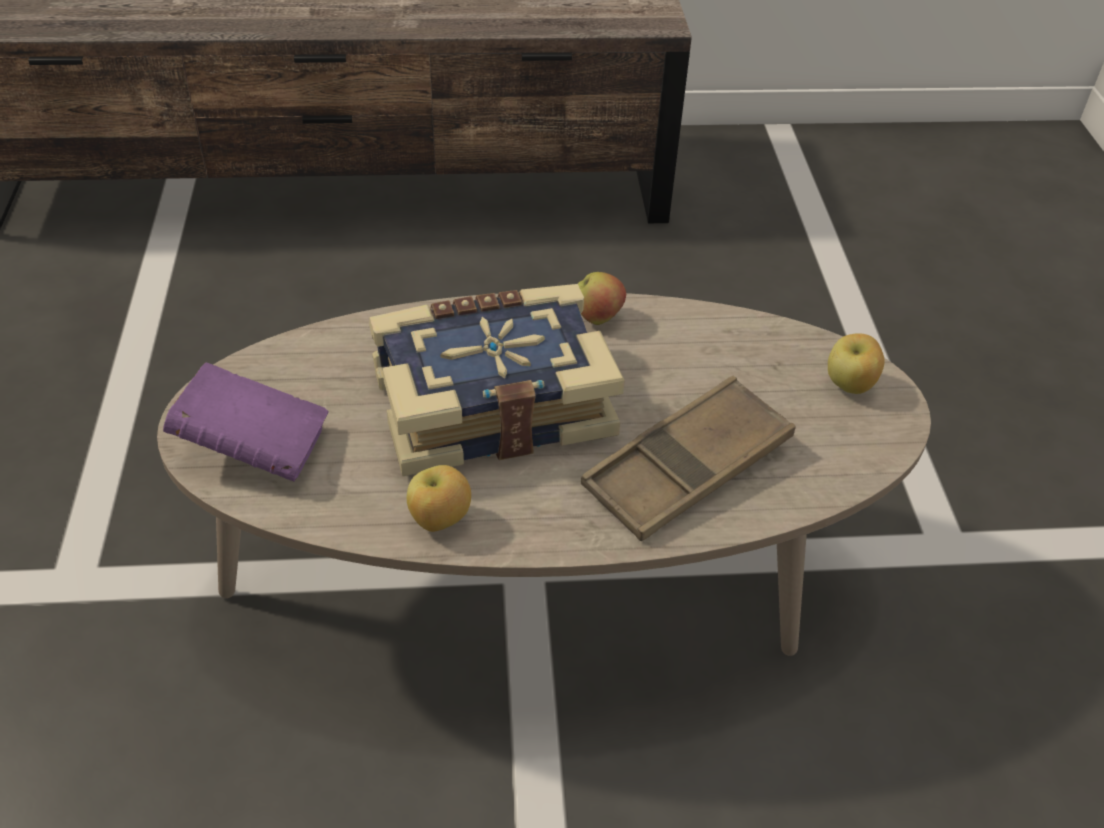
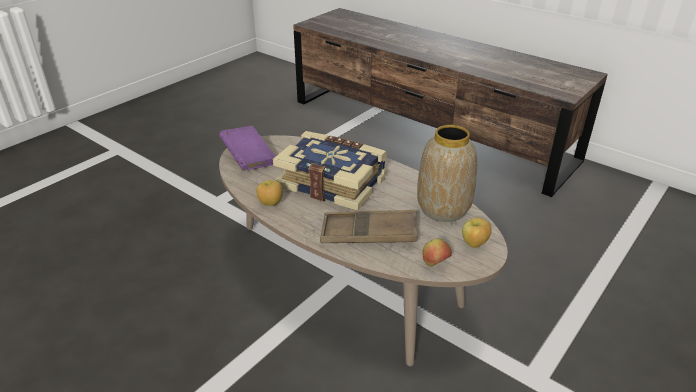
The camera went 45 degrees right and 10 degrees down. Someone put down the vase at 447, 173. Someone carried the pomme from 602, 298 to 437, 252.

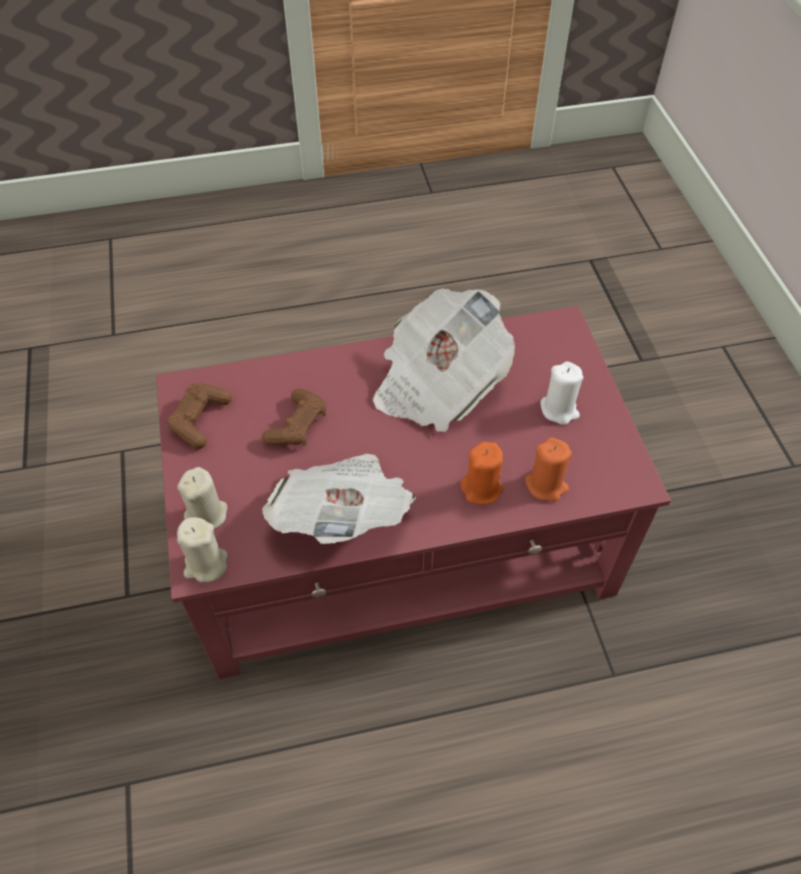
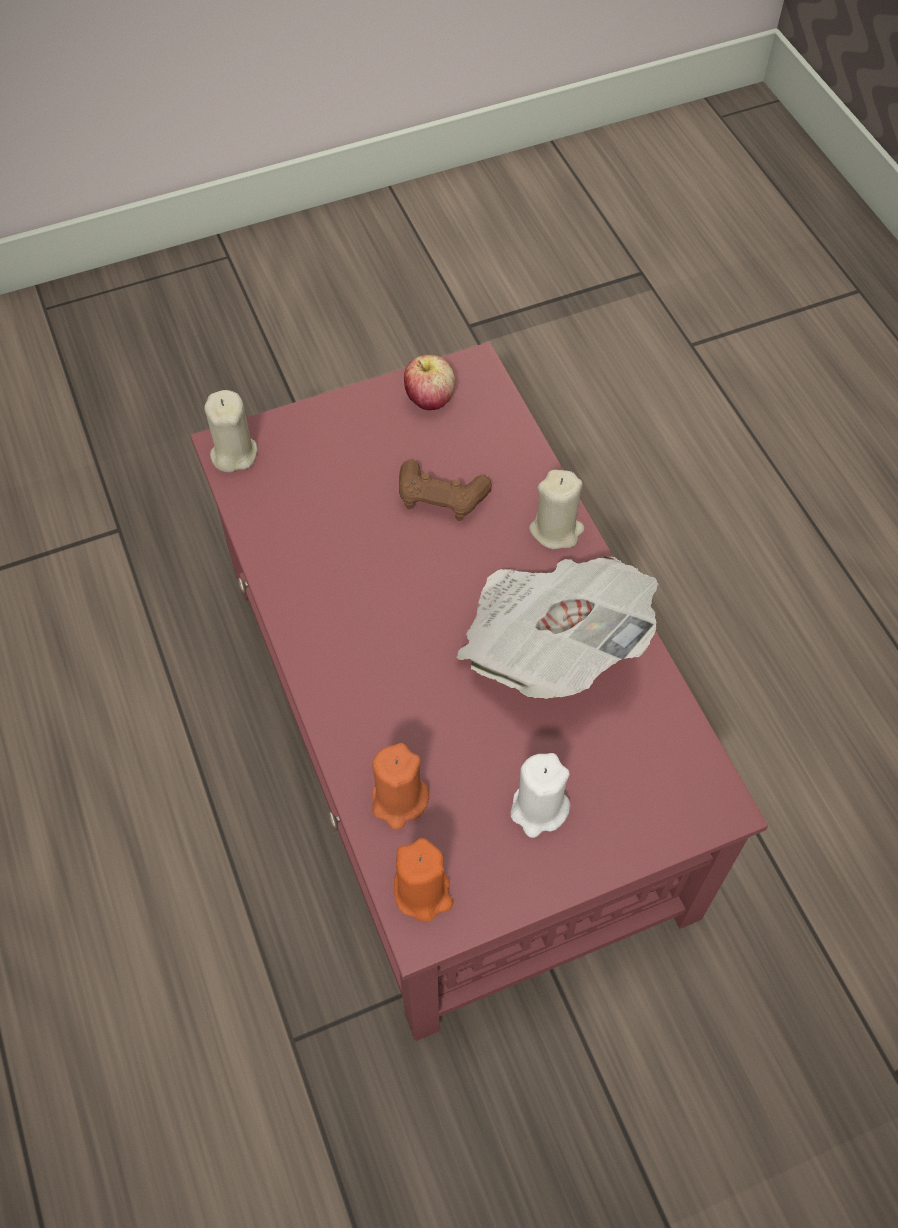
The camera went 80 degrees right and 5 degrees up. Someone carried the bougie (orange) from 482, 473 to 423, 880. Someone swapped the manette (marron) at 199, 416 for the pomme at 429, 382. Someone carried the bougie (beige) from 202, 498 to 557, 509. Someone took away the journal at 339, 499.

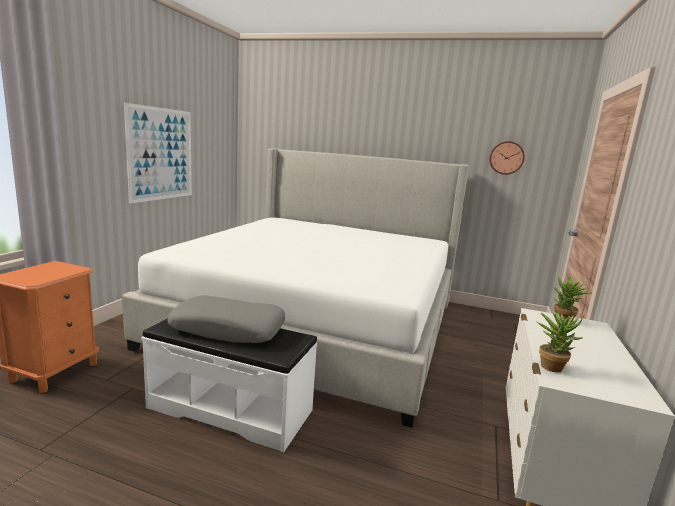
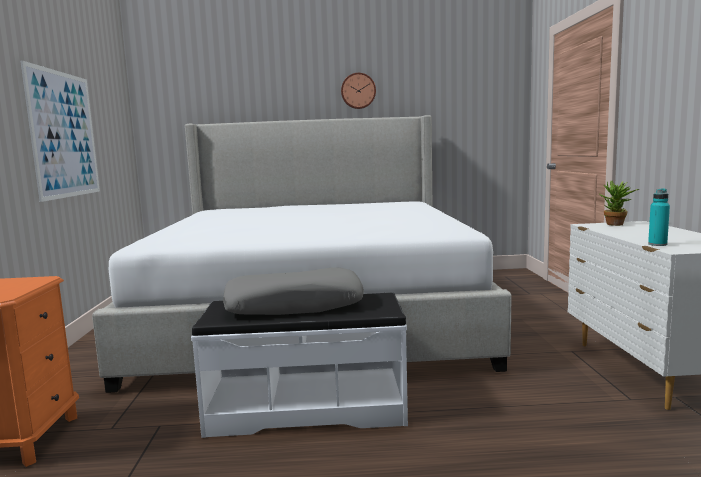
The camera went 20 degrees left and 5 degrees down. Someone carried the horloge murale from 507, 158 to 358, 91. Someone swapped the plante en pot at 560, 342 for the bouteille (turquoise) at 659, 217.

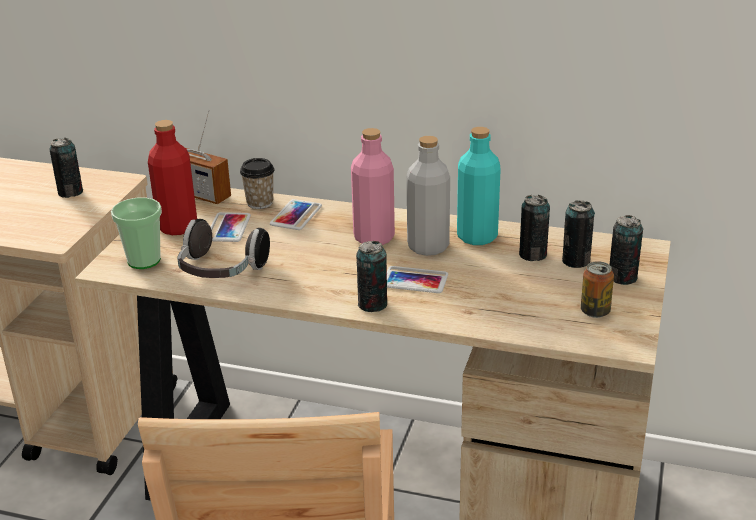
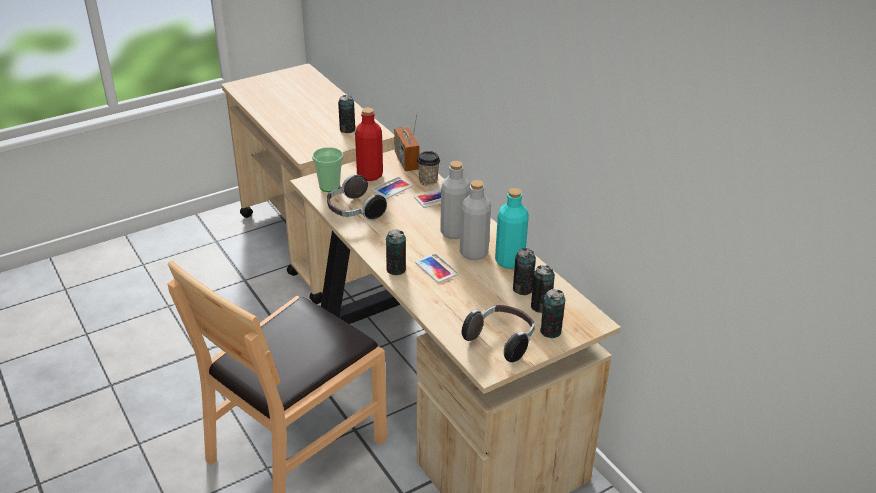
The camera went 40 degrees right and 5 degrees up. Someone repainted the bouteille (rose) at 373, 186, which became the bouteille (gris) at 455, 200. Someone swapped the boîte métallique at 597, 289 for the casque audio at 498, 333.

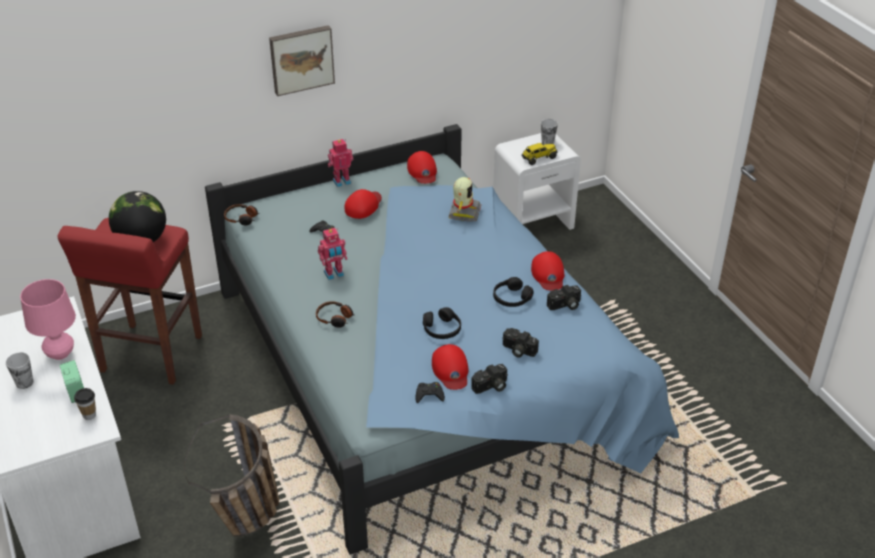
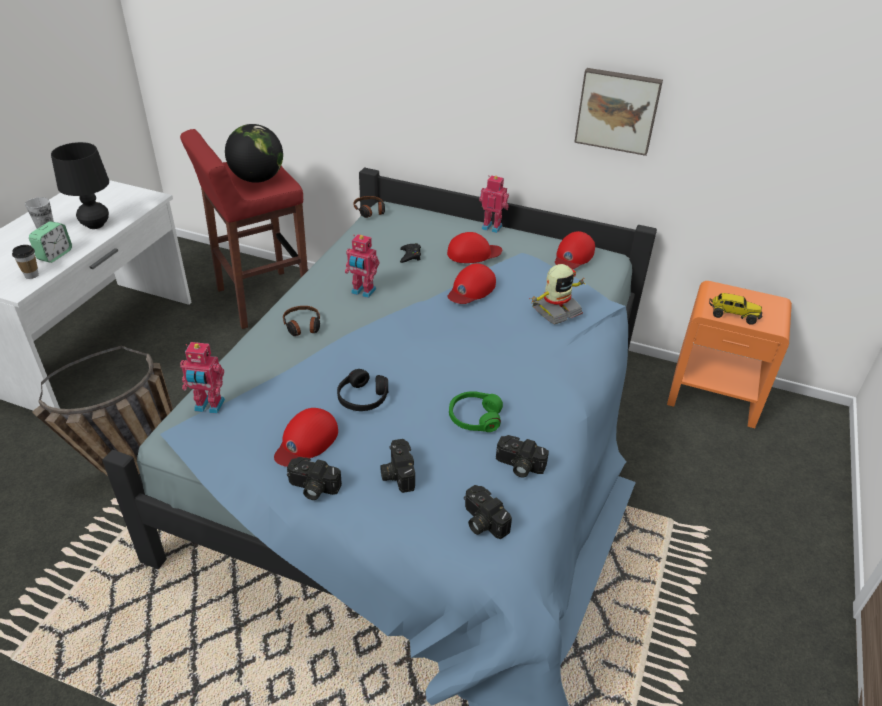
The camera went 45 degrees right and 0 degrees up. Someone repainted the lampe de table (rose) at 48, 319, which became the lampe de table (noir) at 80, 185. Someone put down the robot jouet at 202, 378. Someone carried the casquette (rouge) from 547, 271 to 472, 283. Someone repainted the casque audio (noir) at 513, 292, which became the casque audio (vert) at 476, 412. Someone put down the appareil photo at 488, 512. Someone carried the tableau from 302, 60 to 618, 112. Someone repainted the table de chevet (blanc) at 537, 181, which became the table de chevet (orange) at 729, 354. Someone took away the manette (noir) at 430, 392. Someone took away the tasse at 549, 132.

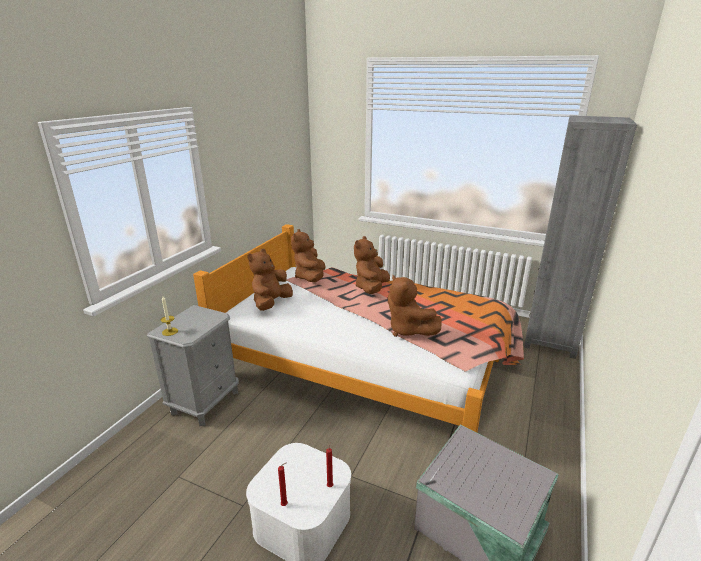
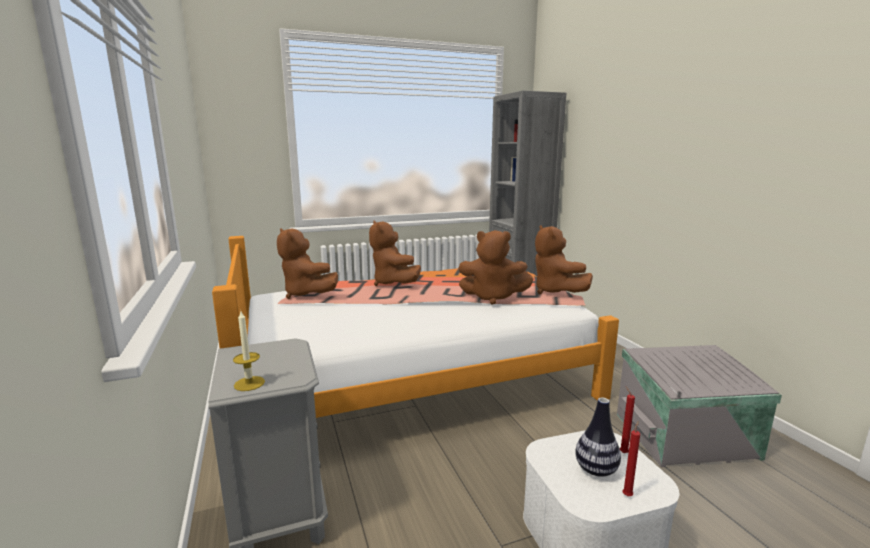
The camera went 45 degrees left and 10 degrees down. Someone carried the peluche (marron) from 270, 280 to 564, 259. Someone put down the vase at 598, 437.

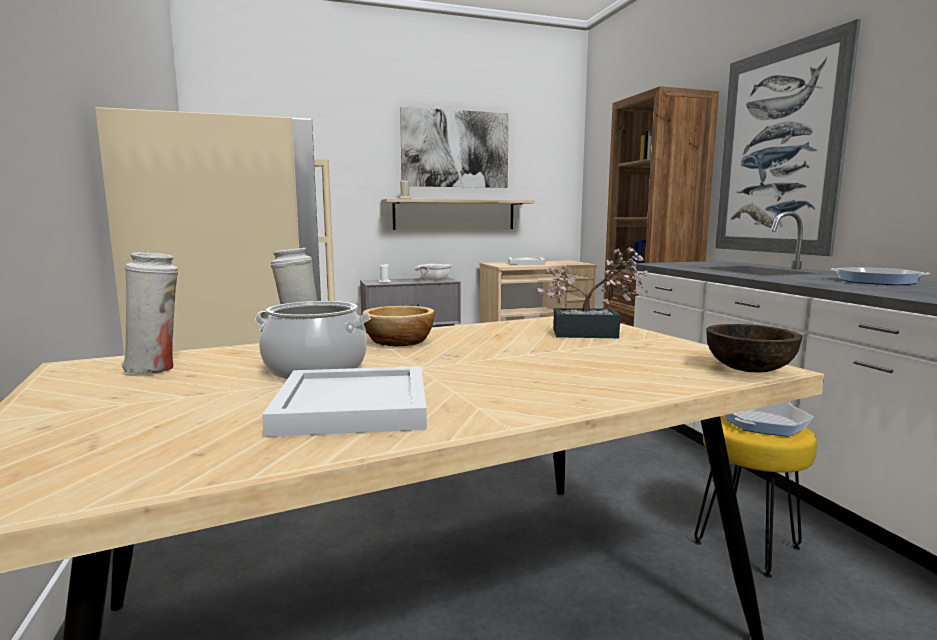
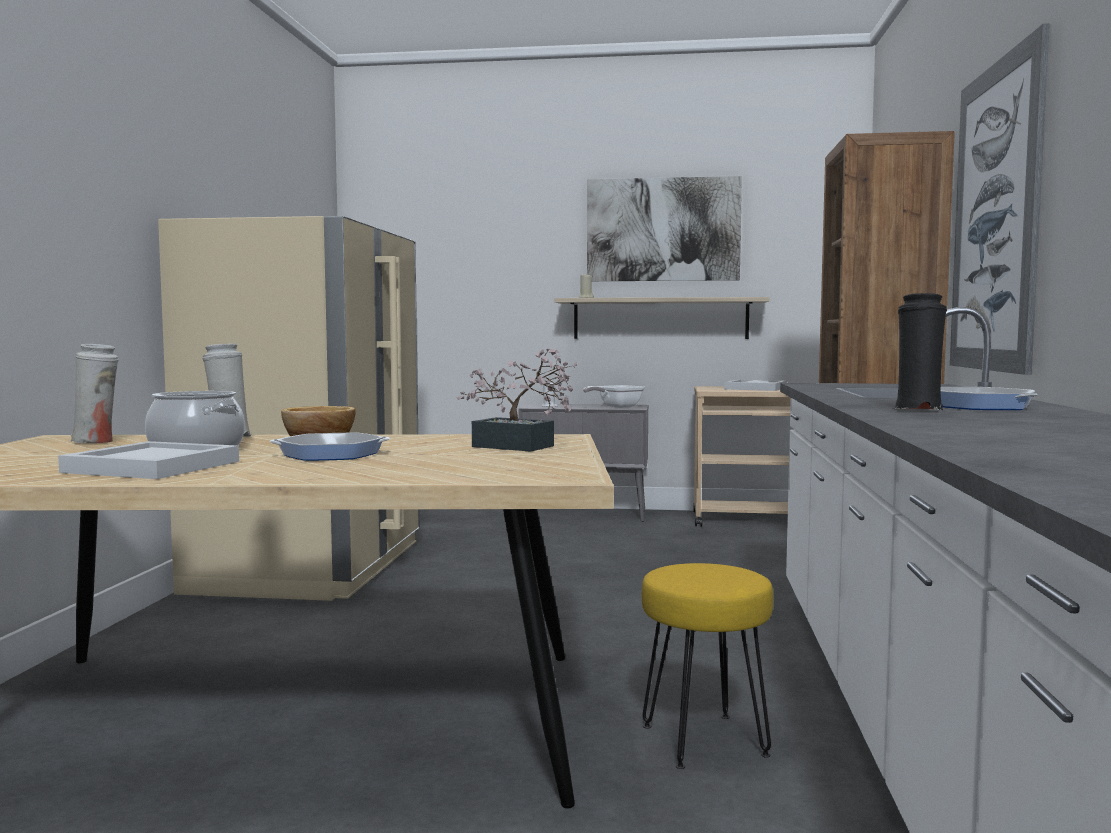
The camera went 25 degrees right and 5 degrees down. Someone carried the poêle from 768, 419 to 330, 447. Someone put down the vase (noir) at 921, 351. Someone took away the bol (marron) at 754, 348.

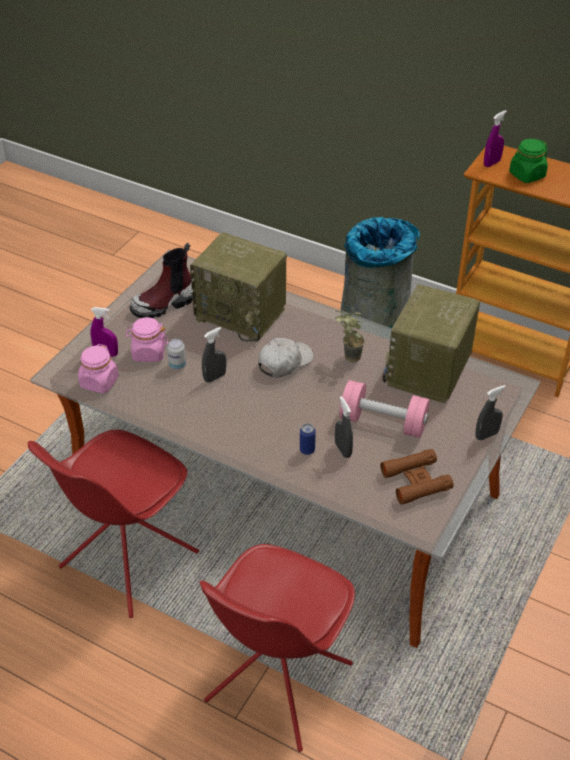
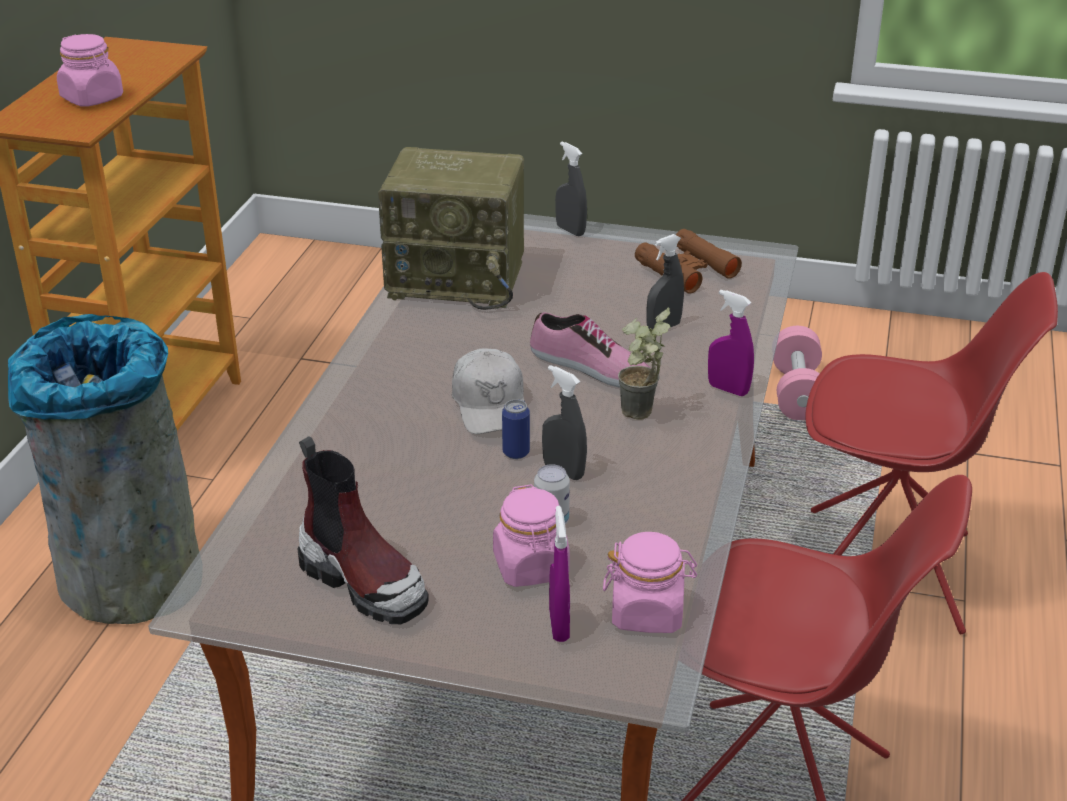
The camera went 105 degrees left and 10 degrees down. Someone repainted the bocal (vert) at 528, 161, which became the bocal (rose) at 90, 70. Someone rotated the casquette (blanc) at 286, 358 by 135 degrees counterclockwise. Someone carried the boîte métallique from 308, 439 to 516, 429. Someone put down the chaussure at 590, 350. Someone carried the plante en pot from 350, 336 to 644, 364. Someone carried the vaporisateur (violet) from 495, 138 to 731, 342. Someone carried the haltère (rose) from 384, 409 to 797, 373. Someone took away the radio at 238, 287.

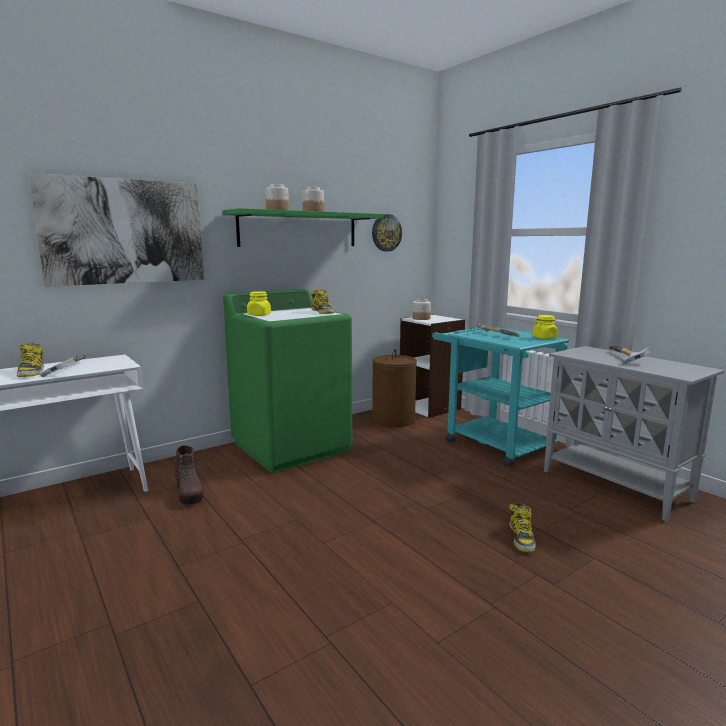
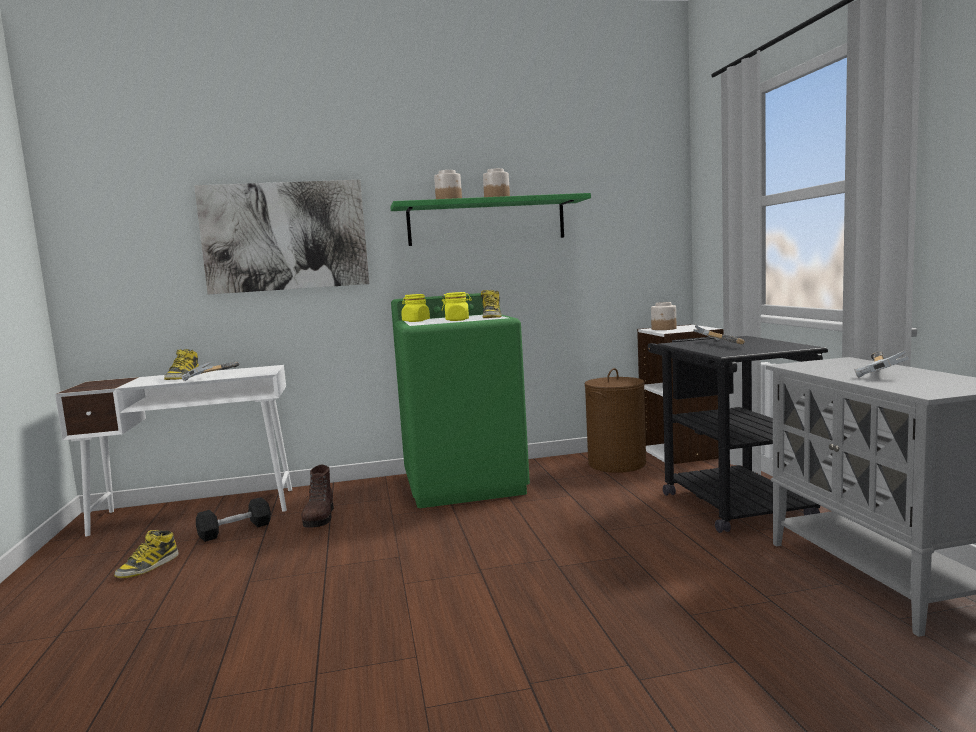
The camera went 25 degrees right and 5 degrees down. Someone carried the botte from 522, 528 to 146, 554. Someone put down the haltère (noir) at 233, 519. Someone carried the bocal (jaune) from 544, 327 to 457, 306. Someone repainted the chariot (turquoise) at 500, 397, which became the chariot (noir) at 738, 434. Someone took away the horloge murale at 387, 233.

